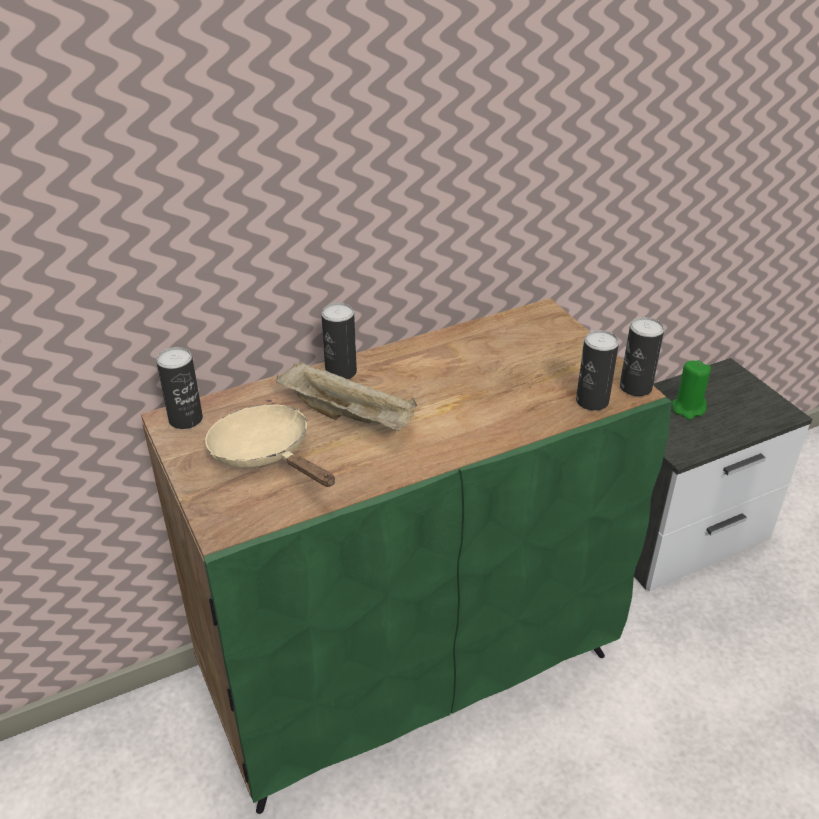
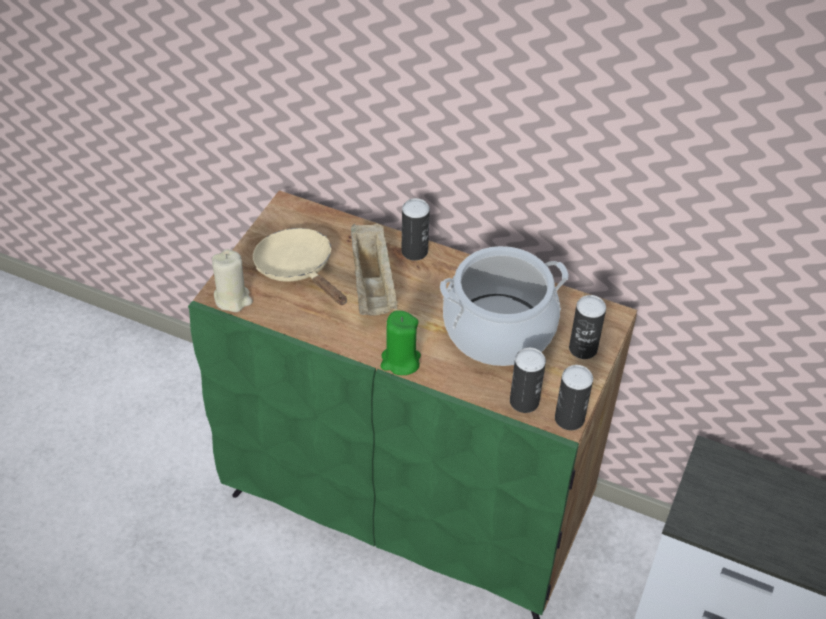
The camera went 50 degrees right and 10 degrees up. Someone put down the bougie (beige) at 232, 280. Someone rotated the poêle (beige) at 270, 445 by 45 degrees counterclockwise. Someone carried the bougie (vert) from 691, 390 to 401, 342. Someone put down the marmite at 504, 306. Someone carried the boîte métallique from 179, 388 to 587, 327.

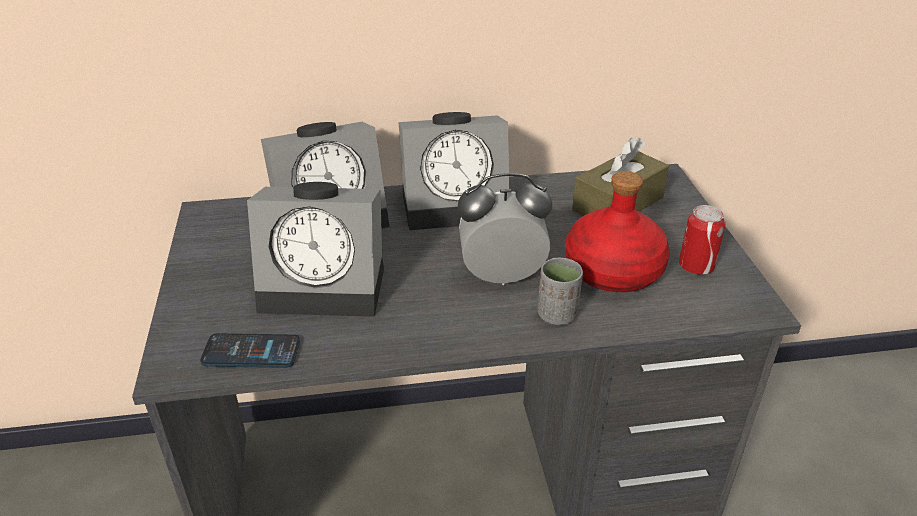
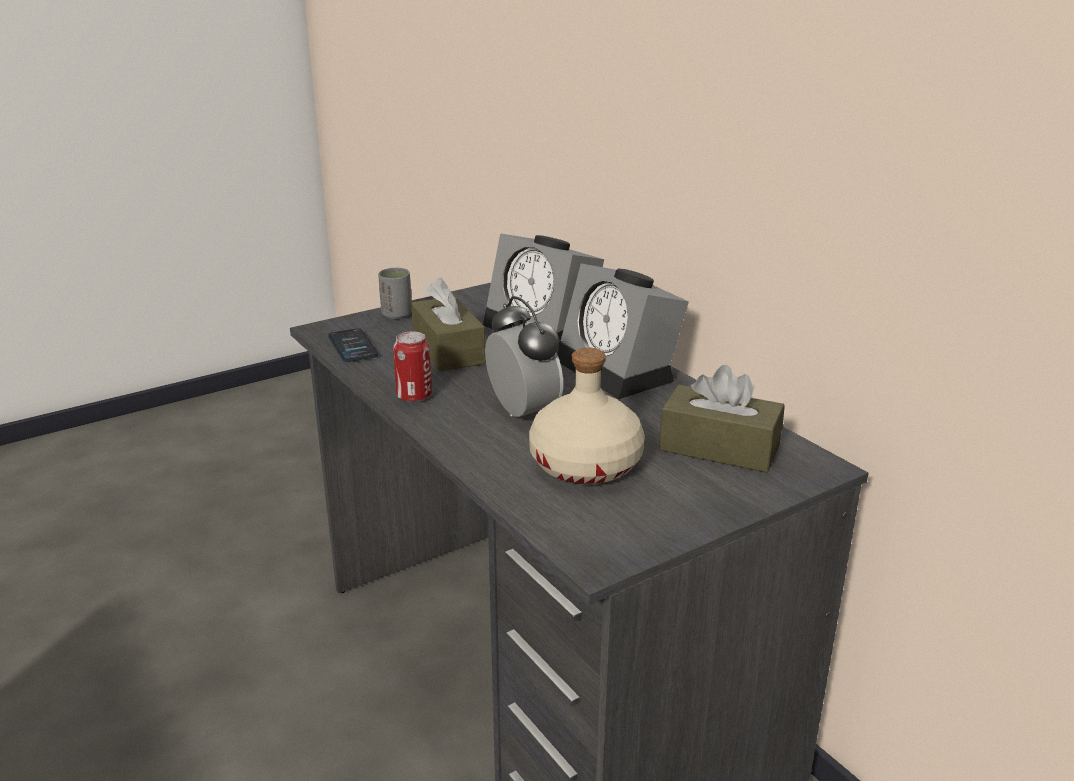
The camera went 65 degrees right and 10 degrees down. Someone carried the tasse (gris) from 560, 291 to 395, 293. Someone carried the boîte métallique from 702, 240 to 412, 366. Someone swapped the réveil at 315, 249 for the boîte à mouchoirs (marron) at 448, 324. Someone repainted the bouteille (rouge) at 617, 231, which became the bouteille (beige) at 587, 415.

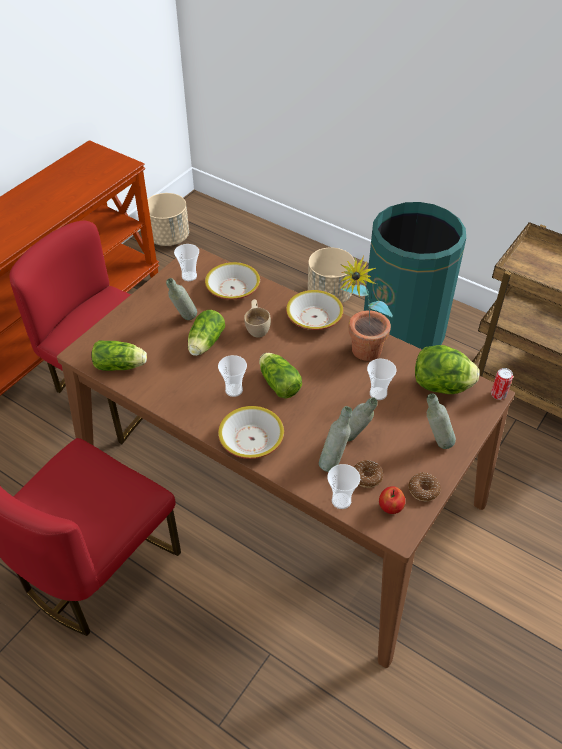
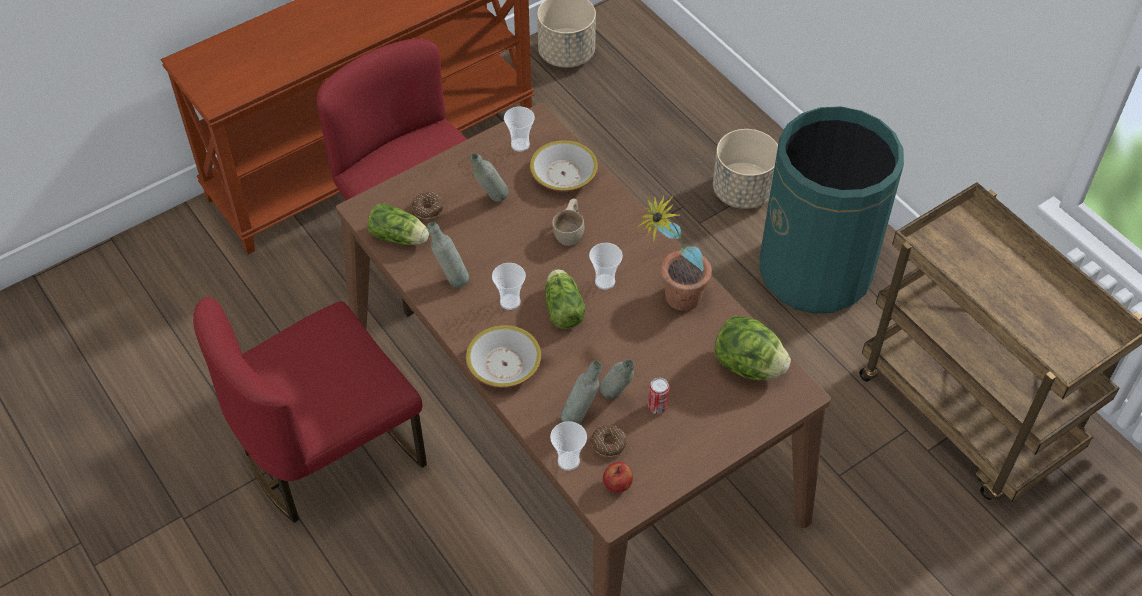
The camera went 20 degrees right and 5 degrees up. Someone carried the beignet from 424, 487 to 427, 205. Someone carried the bouteille (gris) from 441, 421 to 448, 254. Someone carried the tasse from 381, 379 to 606, 266. Someone carried the boîte métallique from 502, 384 to 658, 396. Someone took away the laitue at 206, 333. Someone took away the bol at 315, 310.

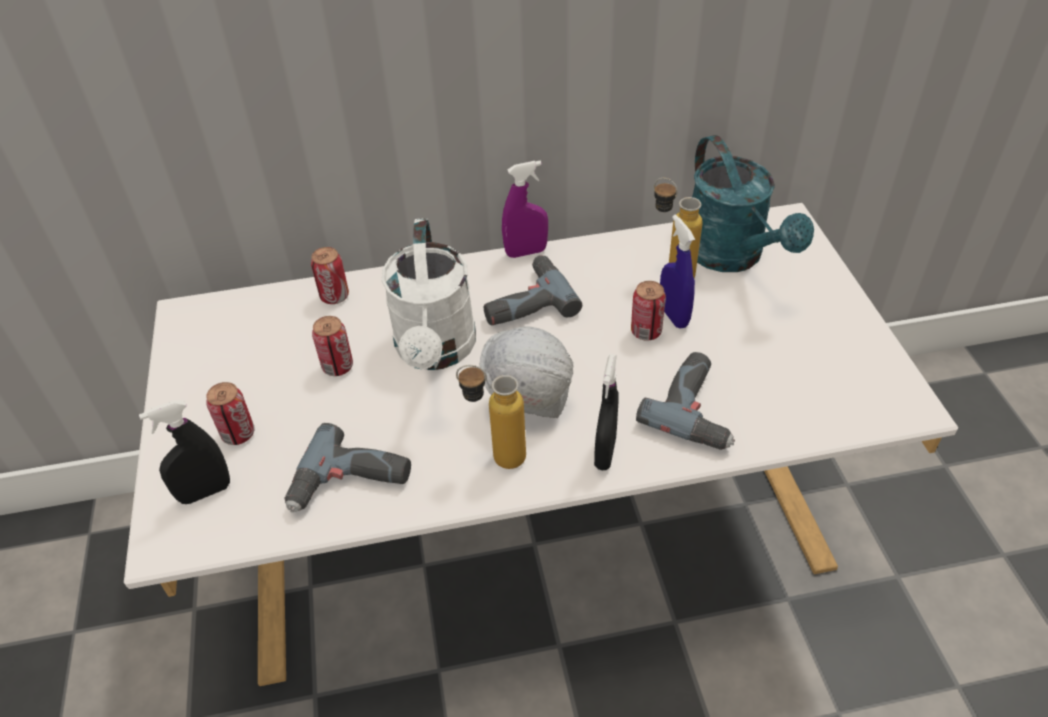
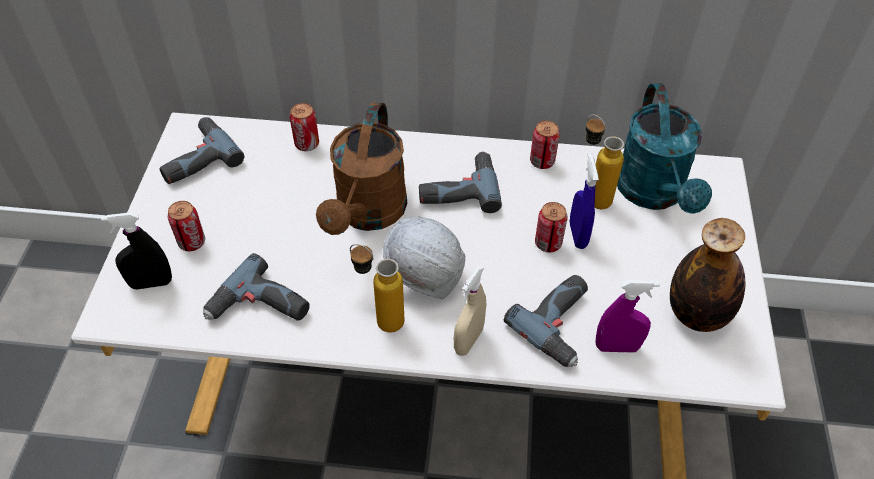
The camera went 15 degrees right and 5 degrees up. Someone put down the perceuse at 201, 150. Someone repainted the arrosoir (blanc) at 429, 294, which became the arrosoir (marron) at 361, 168. Someone repainted the vaporisateur (noir) at 606, 412, which became the vaporisateur (beige) at 470, 311. Someone carried the boîte métallique from 332, 346 to 545, 145. Someone carried the vaporisateur (violet) from 525, 209 to 627, 316. Someone put down the bouteille at 707, 275.

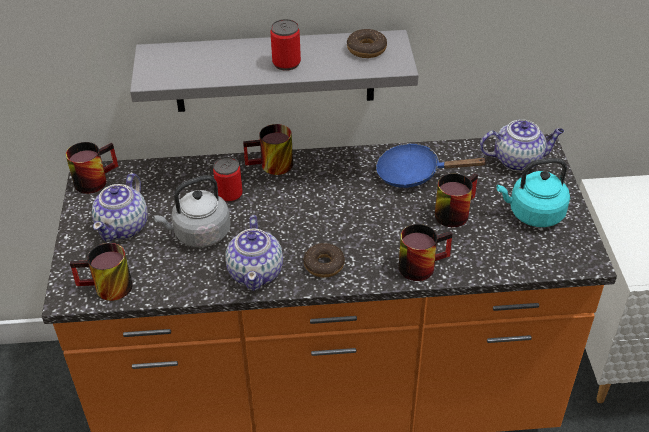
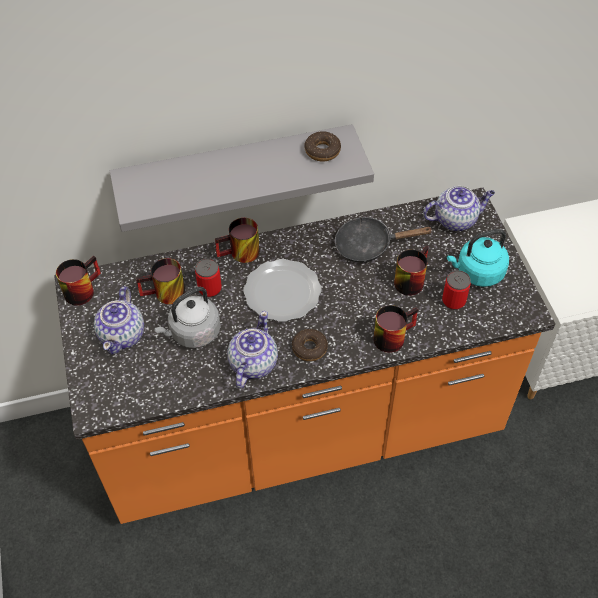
The camera went 10 degrees left and 10 degrees up. Someone carried the mug from 101, 272 to 161, 281. Someone rotated the théière at 254, 253 by 150 degrees counterclockwise. Someone put down the assiette at 282, 290. Someone repainted the poêle (bleu) at 432, 165, which became the poêle (noir) at 384, 240. Someone carried the boîte métallique from 285, 45 to 456, 290.

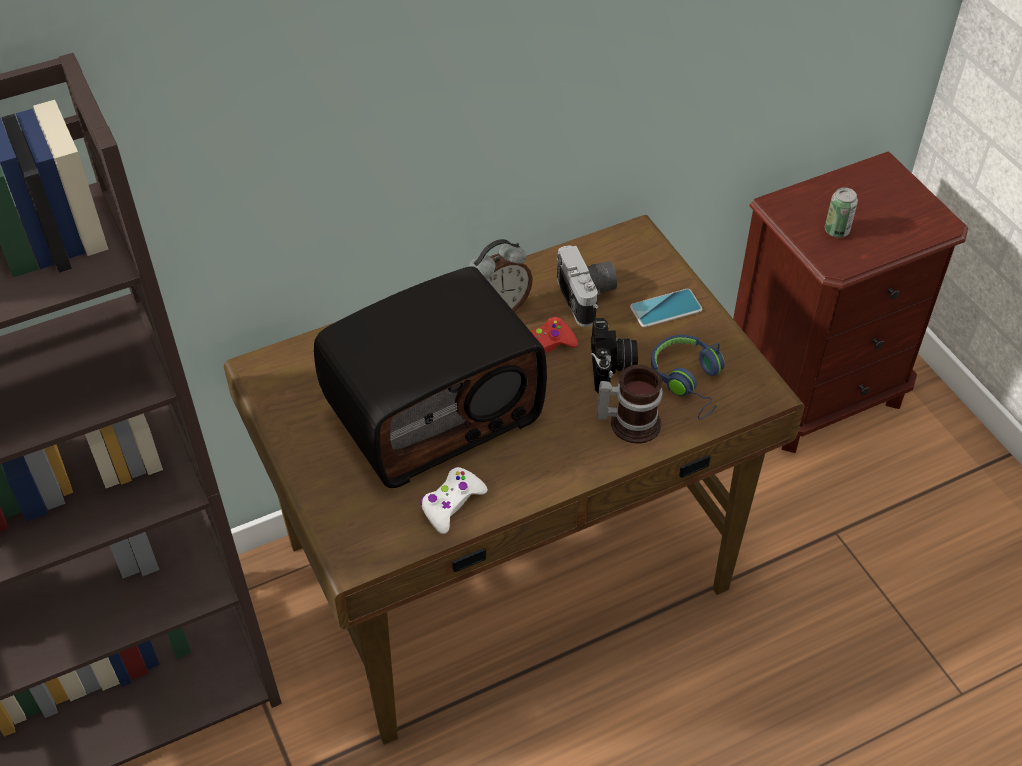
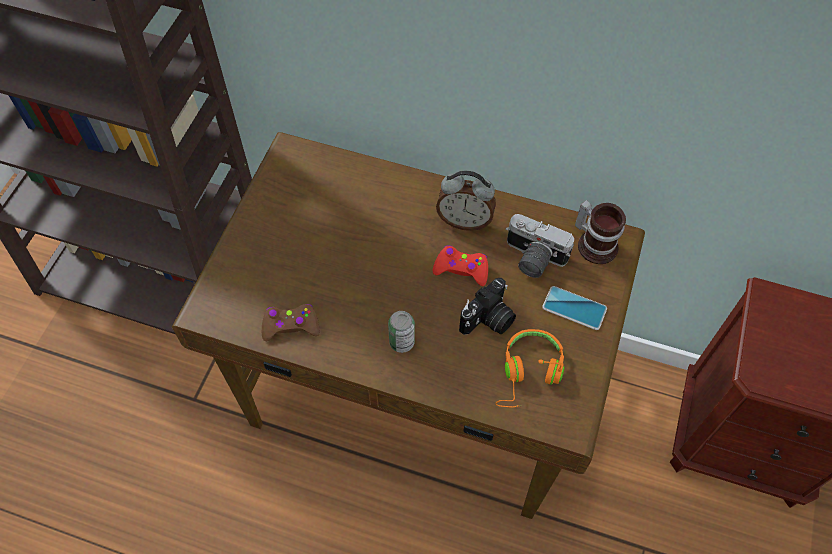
The camera went 45 degrees right and 10 degrees up. Someone repainted the manette (blanc) at 453, 500, which became the manette (marron) at 291, 322. Someone carried the boîte métallique from 841, 212 to 401, 332. Someone repainted the casque audio (bleu) at 688, 377, which became the casque audio (orange) at 529, 368. Someone rotated the appareil photo at 587, 286 by 90 degrees clockwise. Someone carried the mug from 630, 404 to 600, 232. Someone took away the radio at 430, 377.

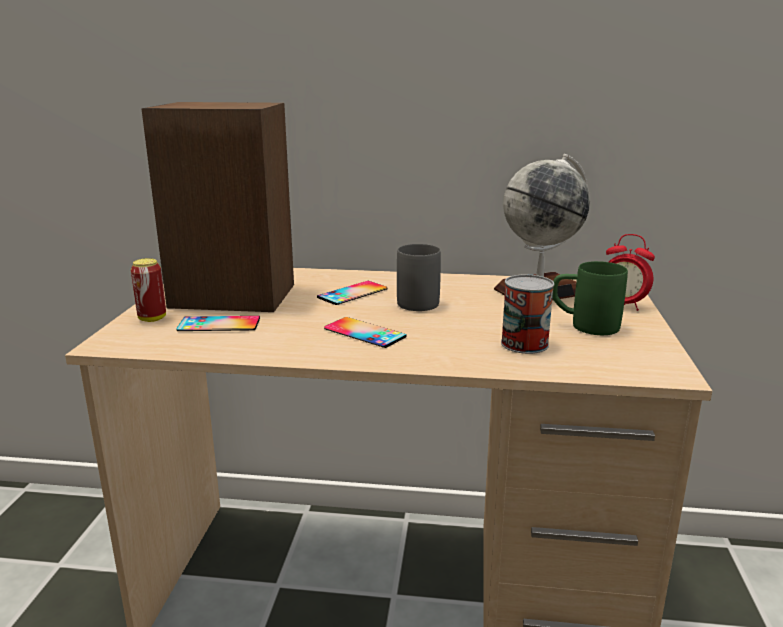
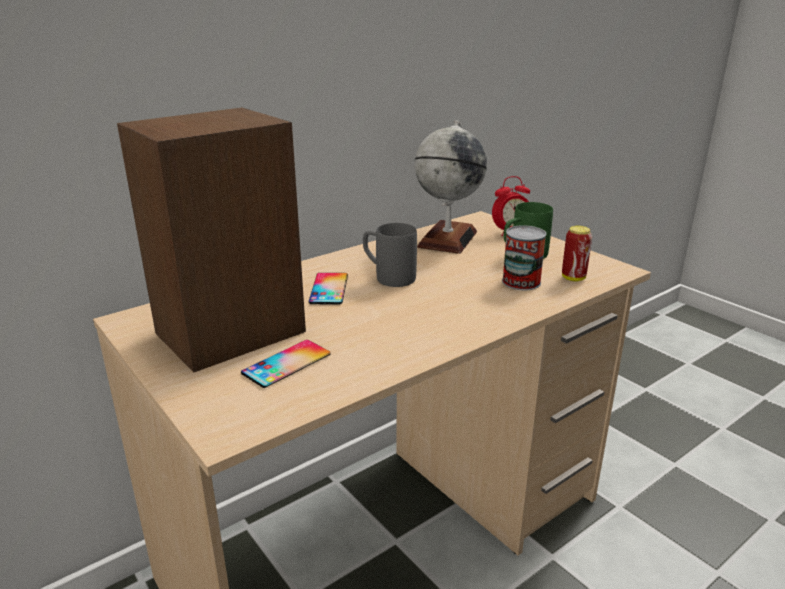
The camera went 45 degrees left and 5 degrees up. Someone carried the boîte métallique from 148, 290 to 577, 253. Someone took away the téléphone at 365, 332.

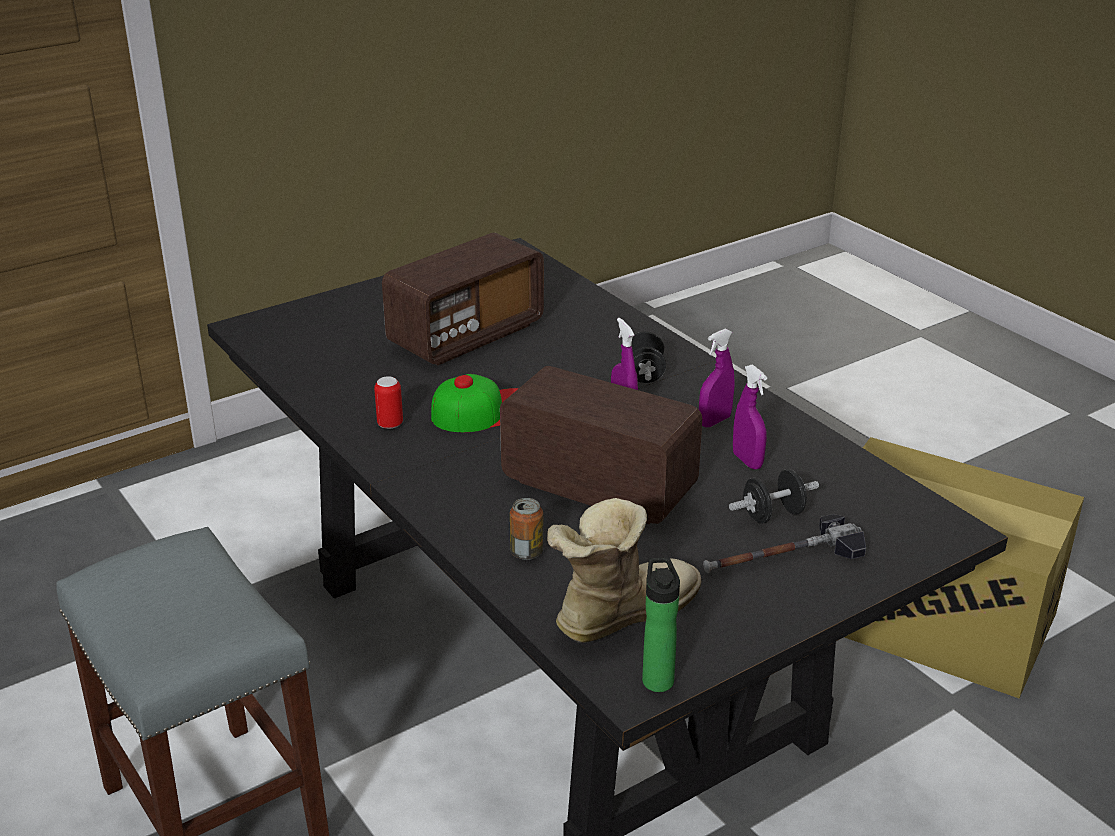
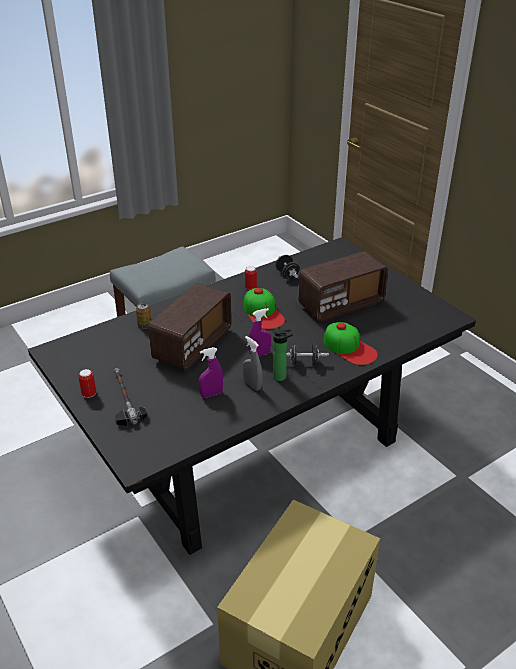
The camera went 90 degrees right and 5 degrees up. Someone put down the boîte métallique at 87, 383. Someone repainted the vaporisateur (violet) at 717, 378, which became the vaporisateur (gris) at 252, 363. Someone carried the bouteille from 661, 624 to 283, 355. Someone carried the haltère (noir) from 774, 496 to 288, 267. Someone rotated the radio at 463, 299 by 75 degrees counterclockwise. Someone put down the casquette at 351, 343. Someone took away the botte at 624, 570.

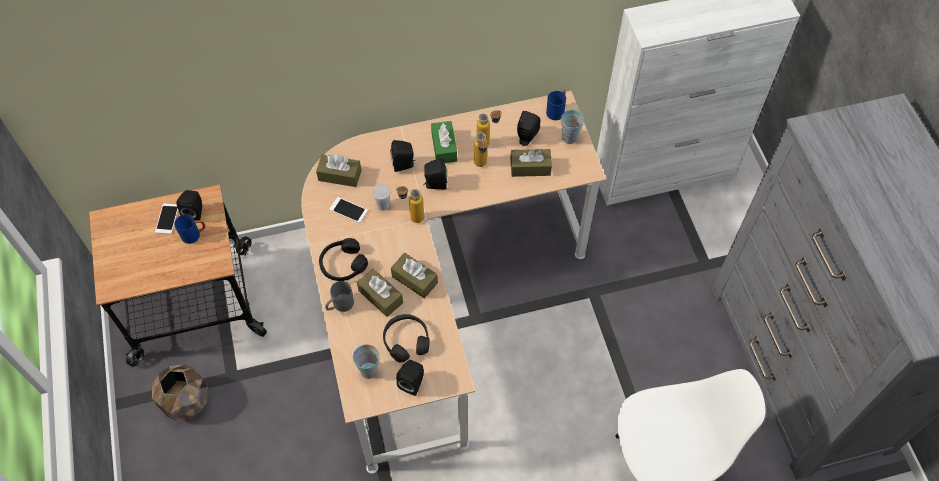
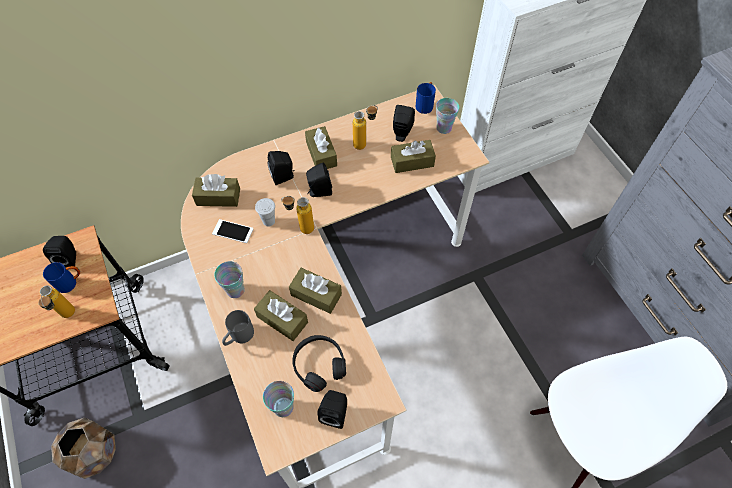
The camera went 10 degrees left and 0 degrees up. Someone carried the bouteille from 481, 149 to 56, 301. Someone swapped the casque audio (noir) at 343, 259 for the tasse at 229, 279. Someone repainted the boîte à mouchoirs (vert) at 444, 142, which became the boîte à mouchoirs (marron) at 321, 147. Someone took away the téléphone at 166, 218.

